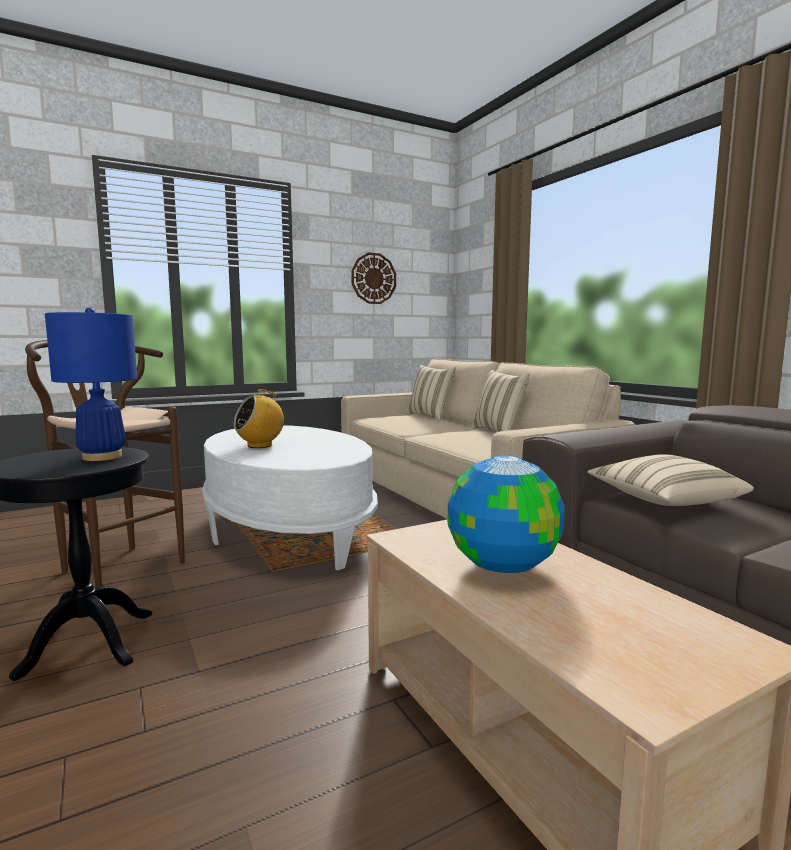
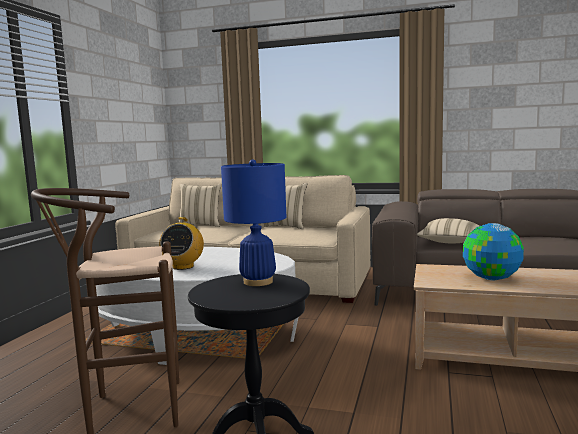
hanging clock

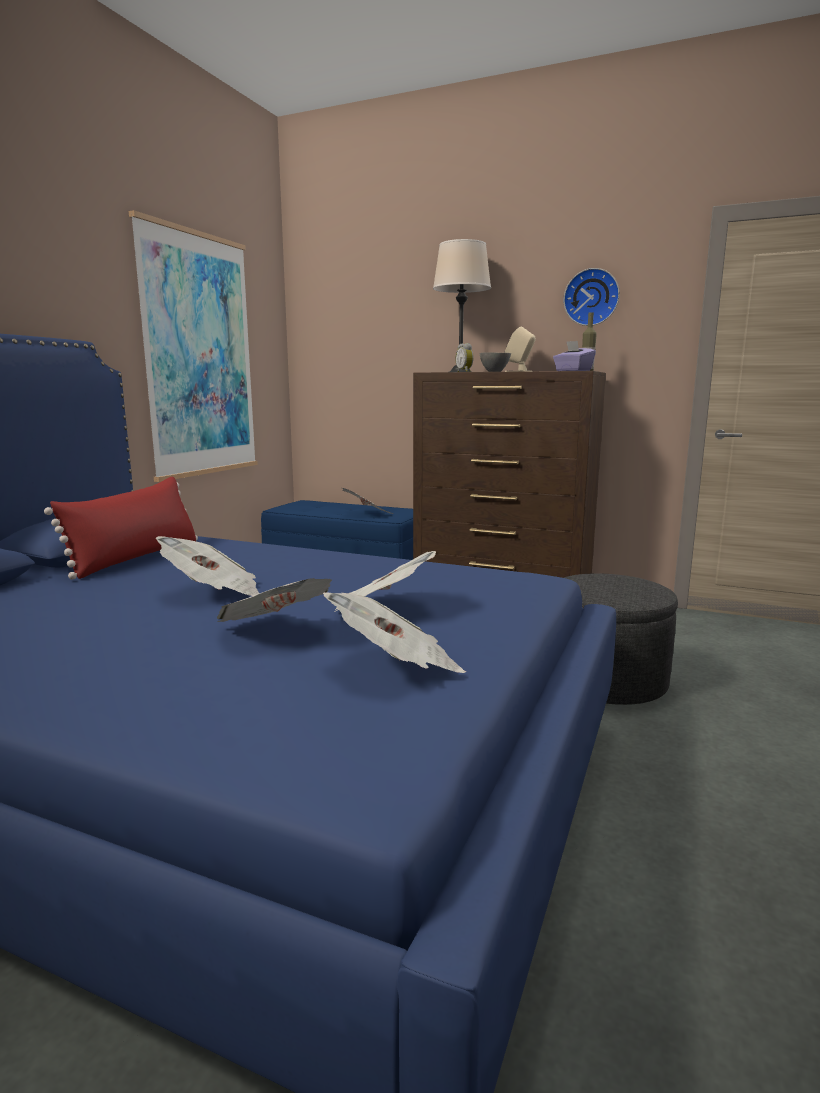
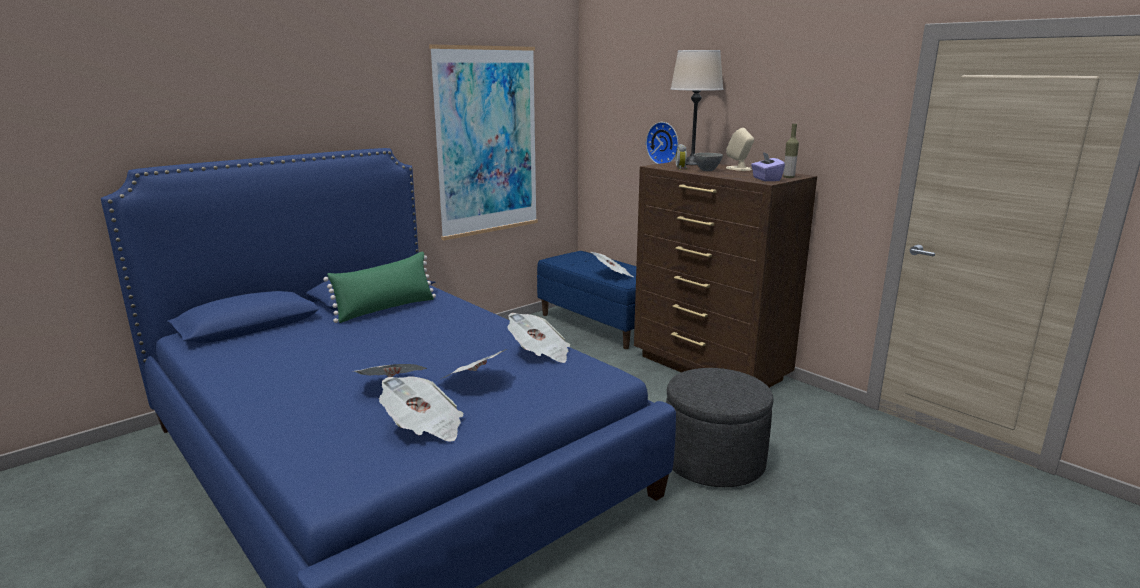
cushion in green
daily paper (4th from left)
hanging clock

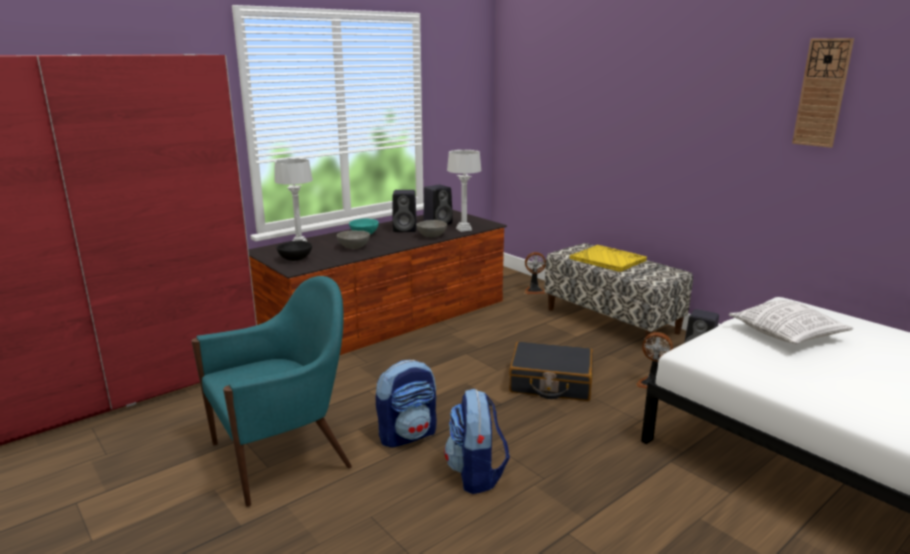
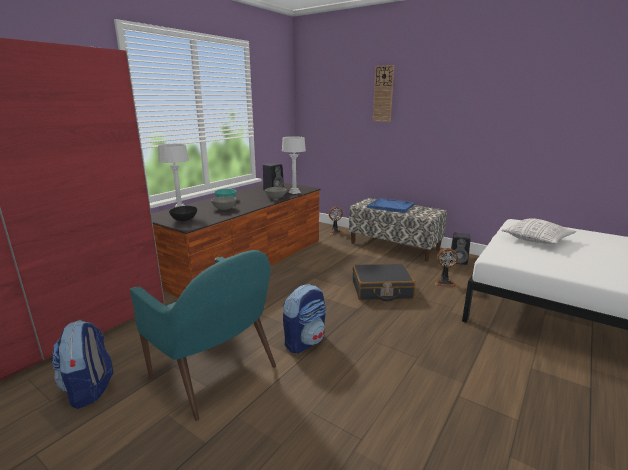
lounge chair in turquoise-coloured
loudspeaker in black-coloured (1st from left in the first image)
rucksack (1st from left)
serving tray in blue-coloured
hanging clock

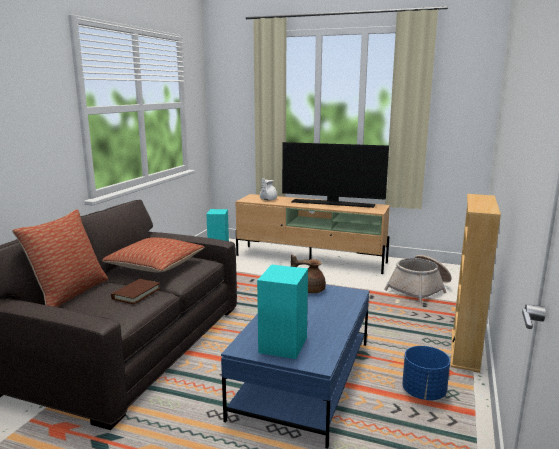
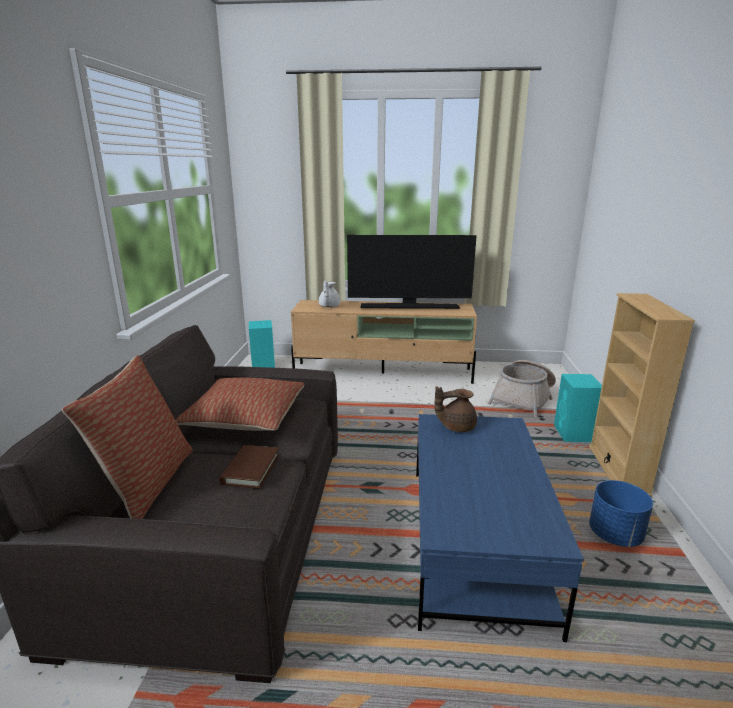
loudspeaker in turquoise-coloured (2nd from left)

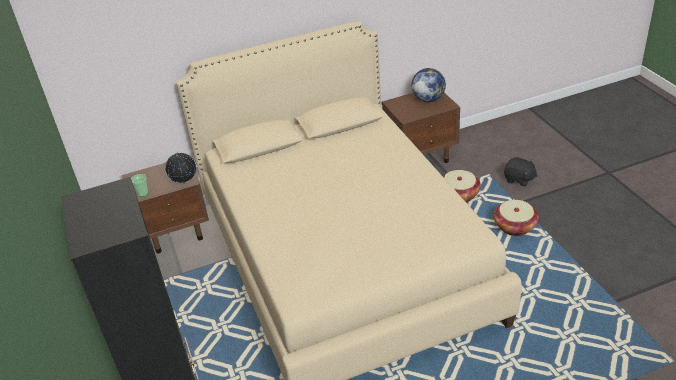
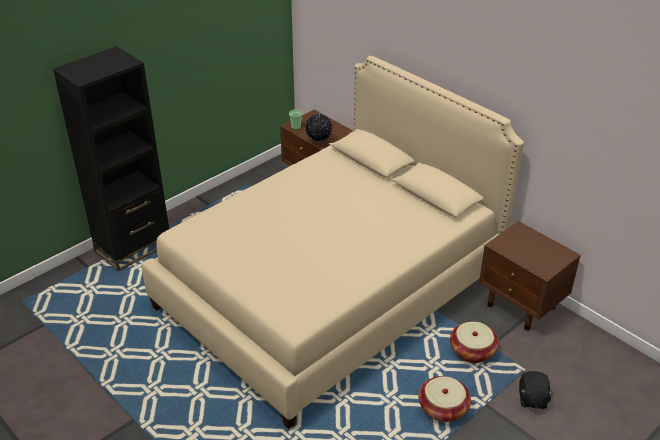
globe (2nd from left in the first image)

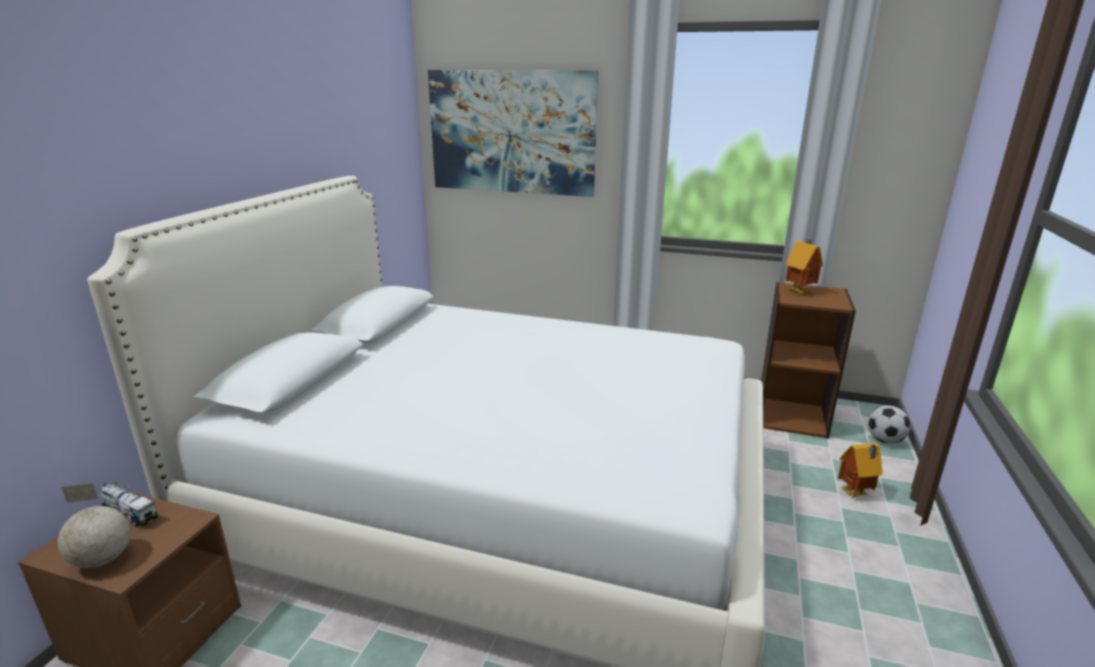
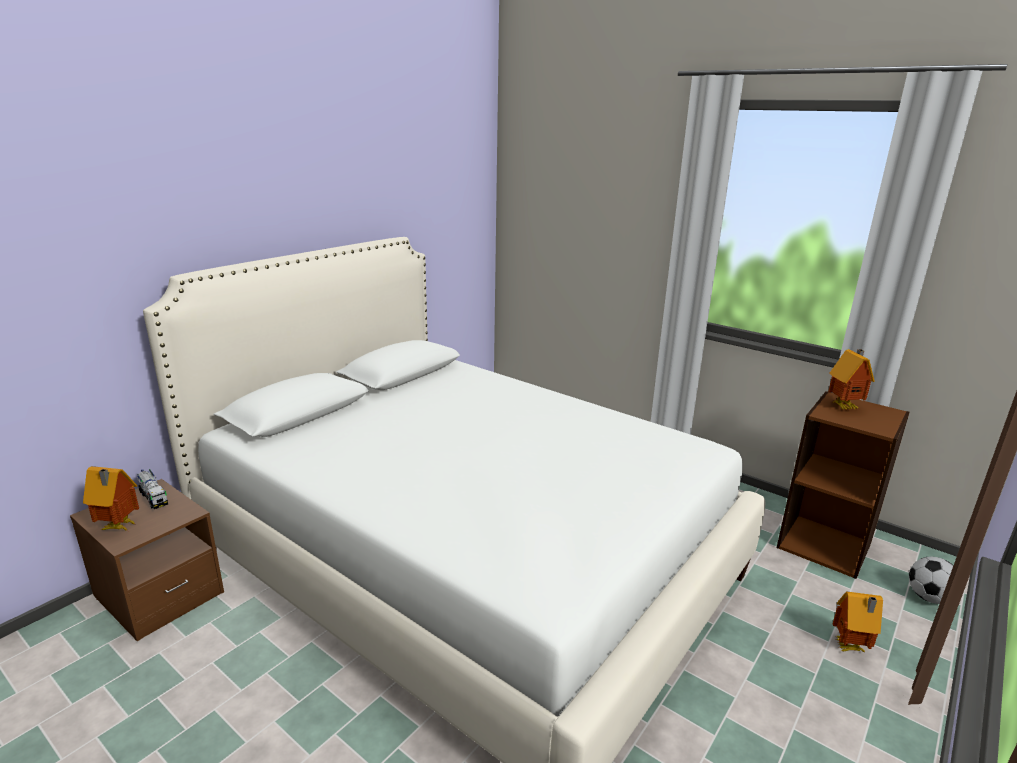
toy house (1st from left)
wall picture

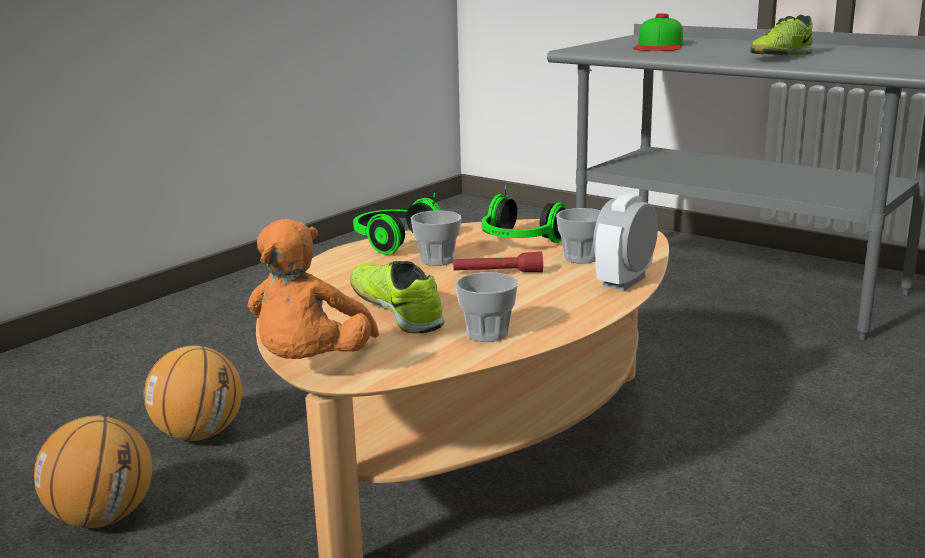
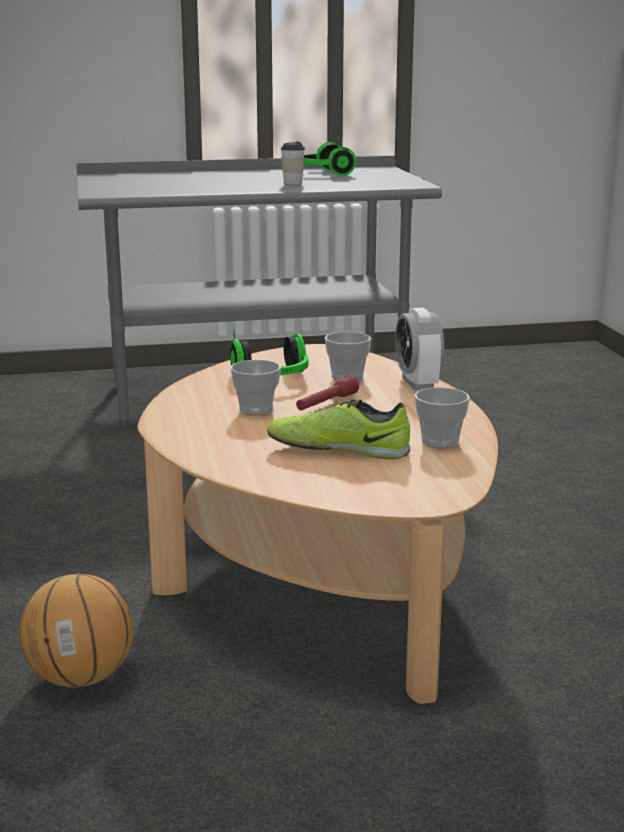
ball for basketball (1st from left in the first image)
cuddly toy in orange-coloured
headset (2nd from left)
cap
drinking cup (2nd from left)

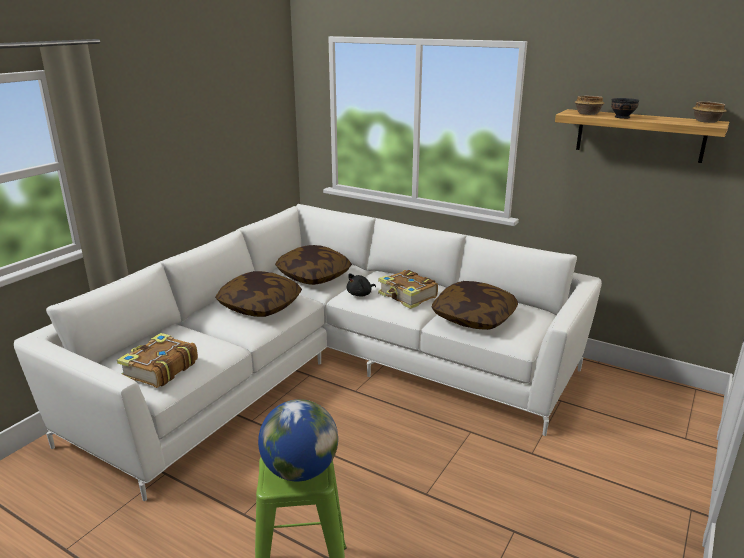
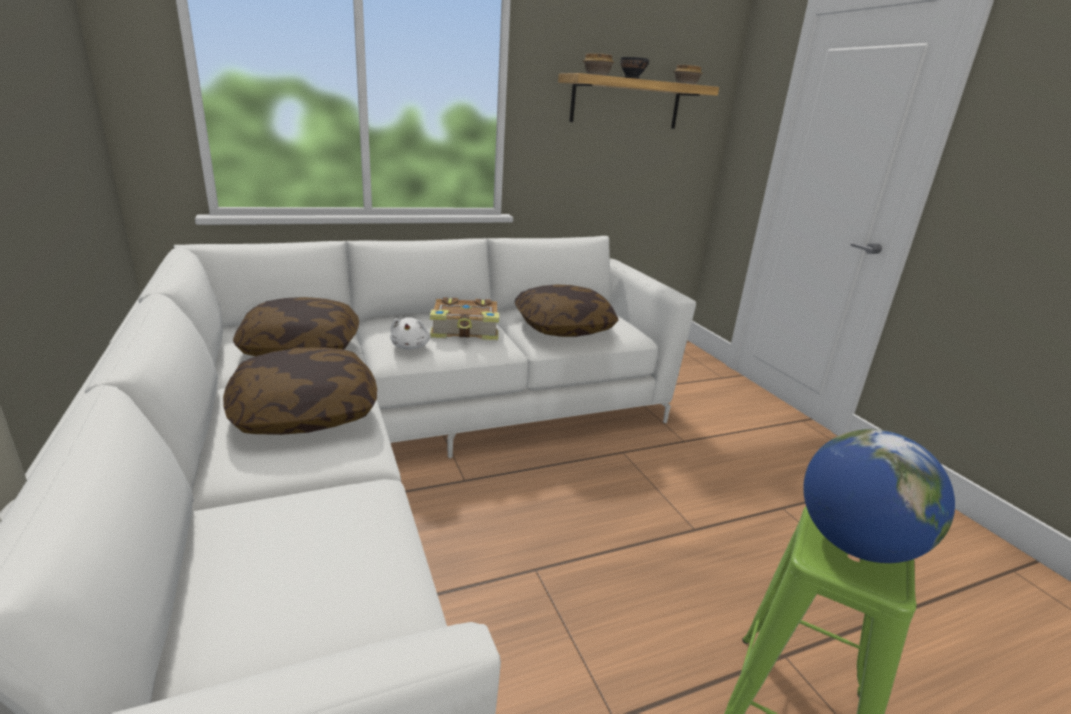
book (1st from left in the first image)
cuddly toy in white-coloured

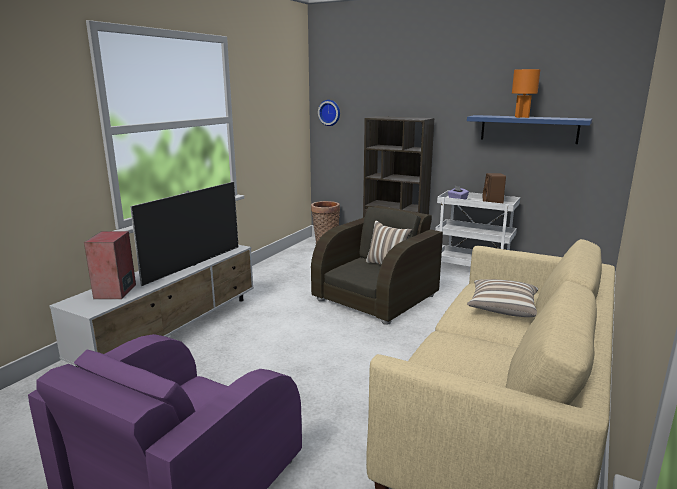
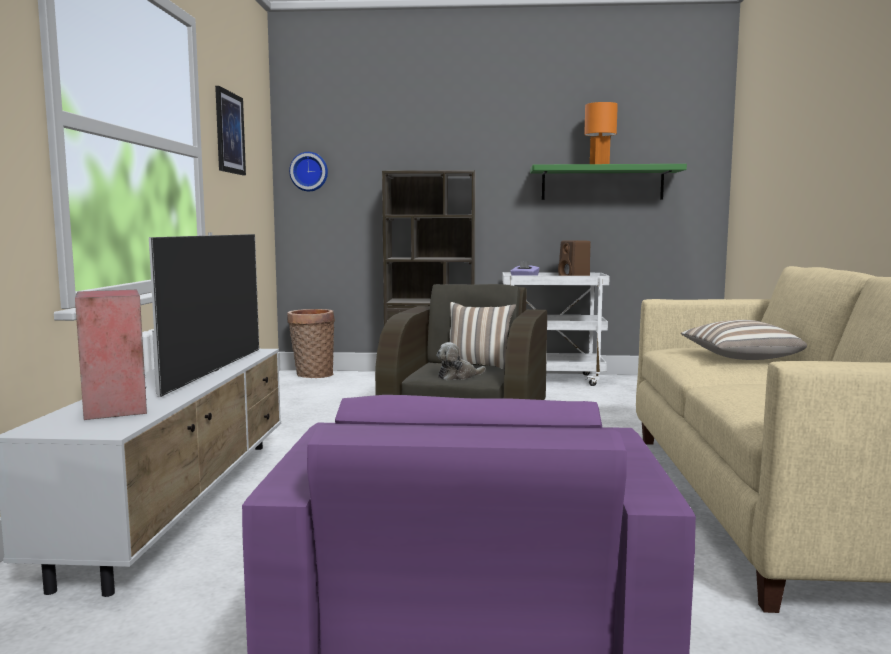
shelf in green
wall picture
cuddly toy

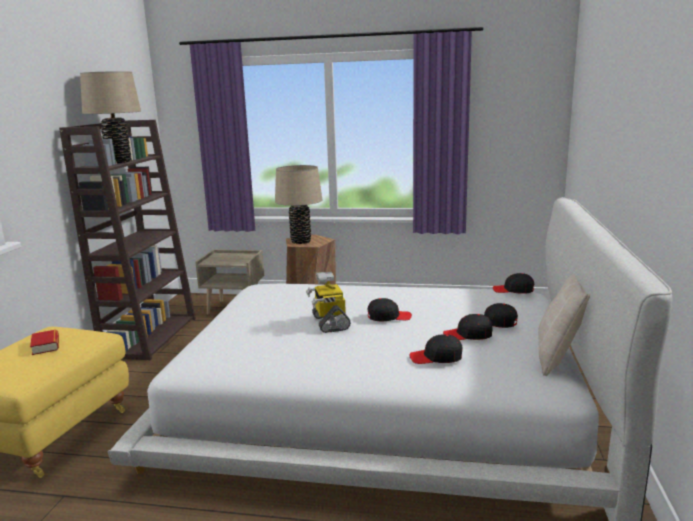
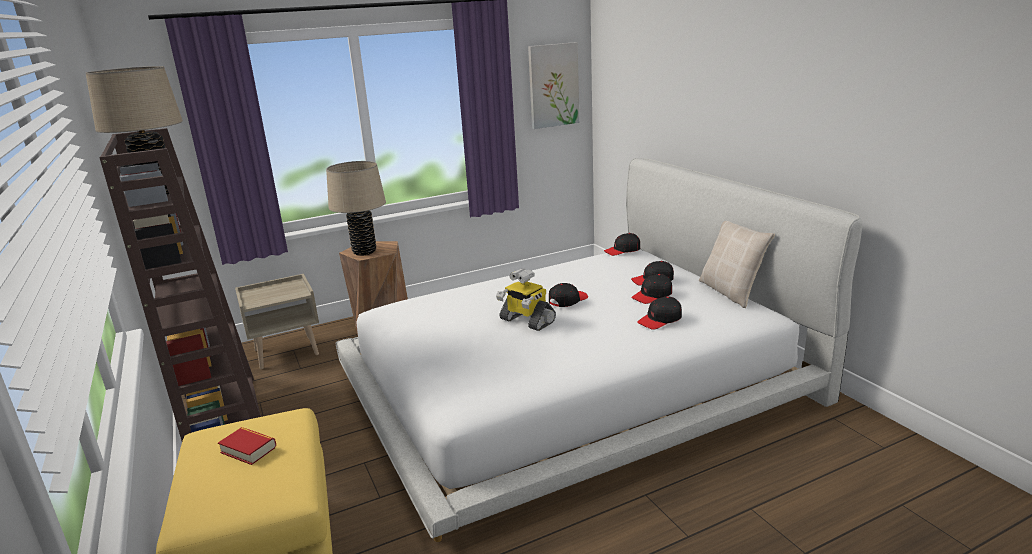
wall picture

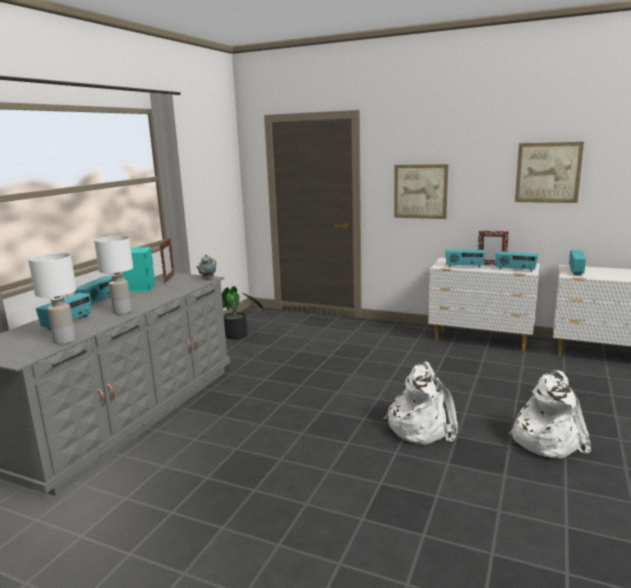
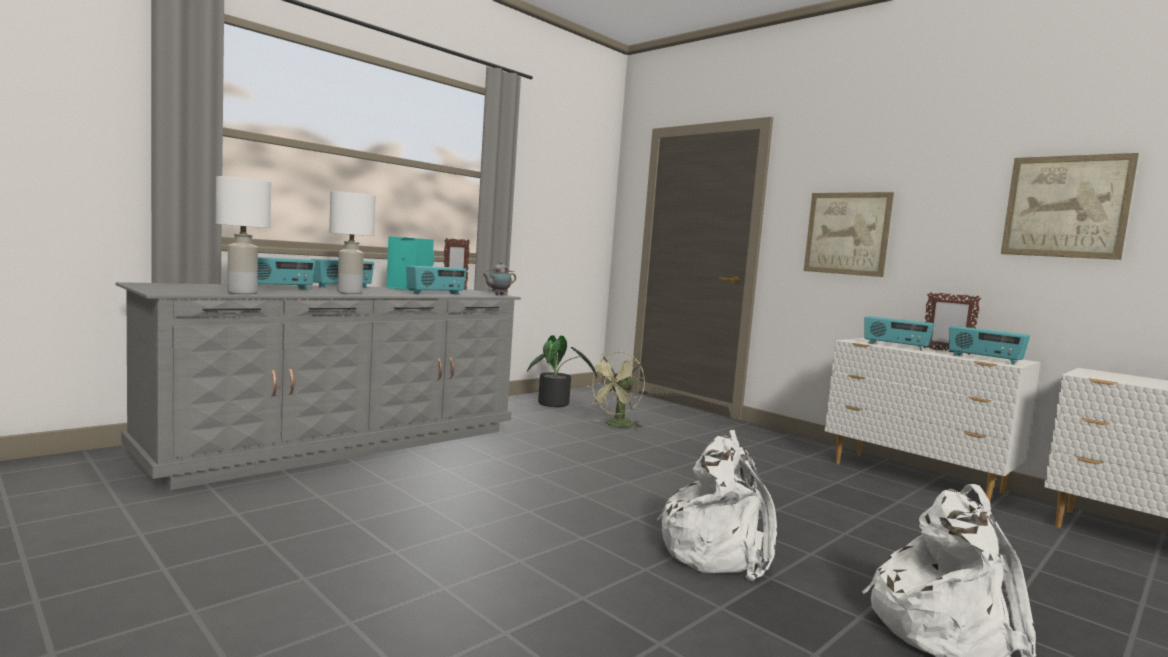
radio (3rd from left)
electric fan in green

